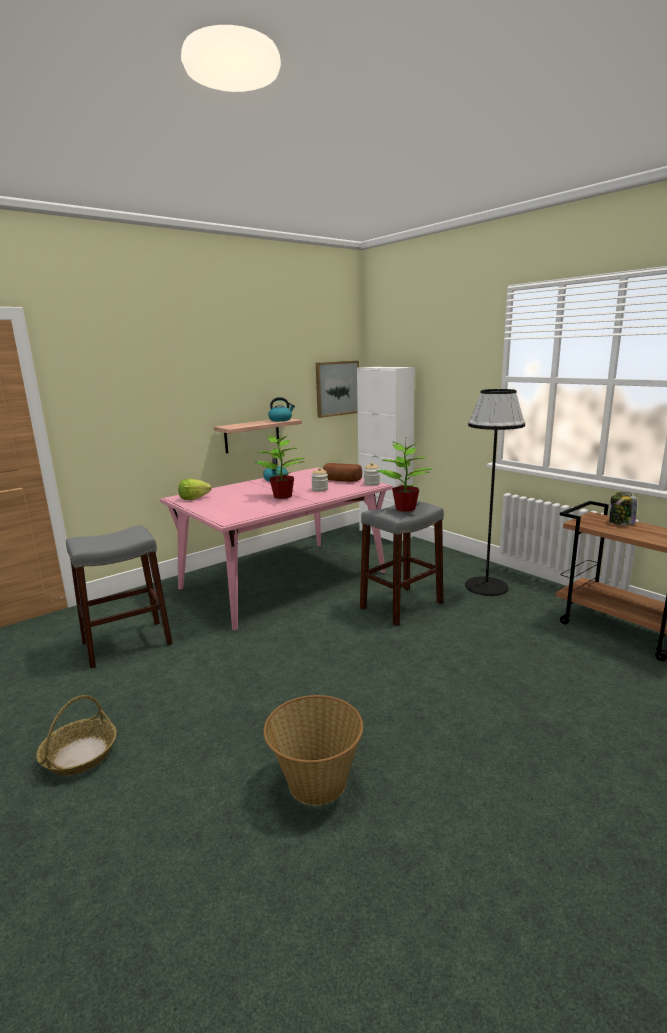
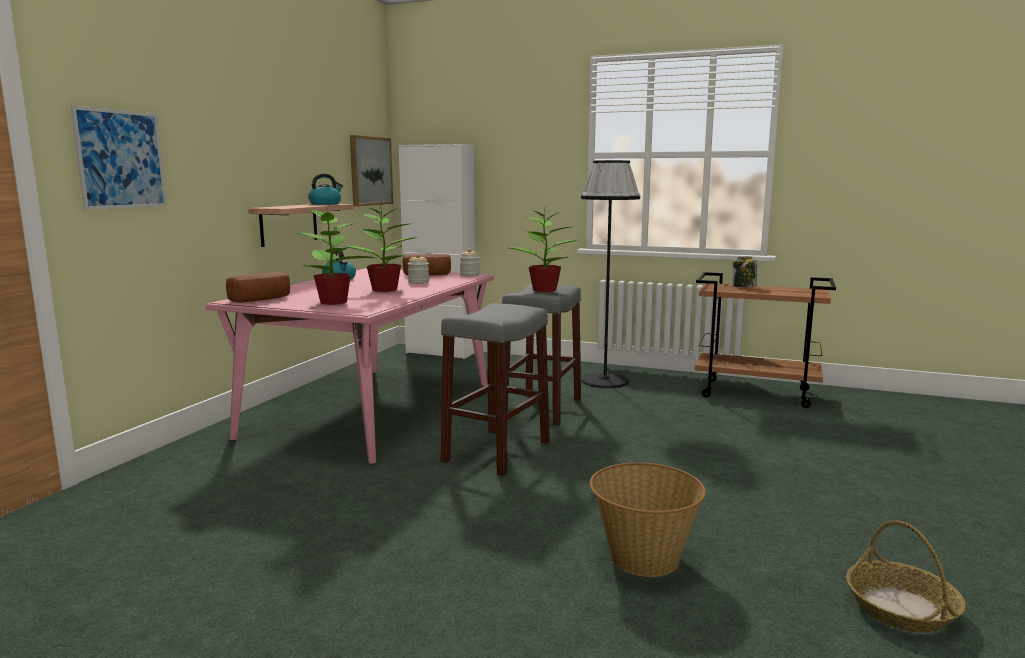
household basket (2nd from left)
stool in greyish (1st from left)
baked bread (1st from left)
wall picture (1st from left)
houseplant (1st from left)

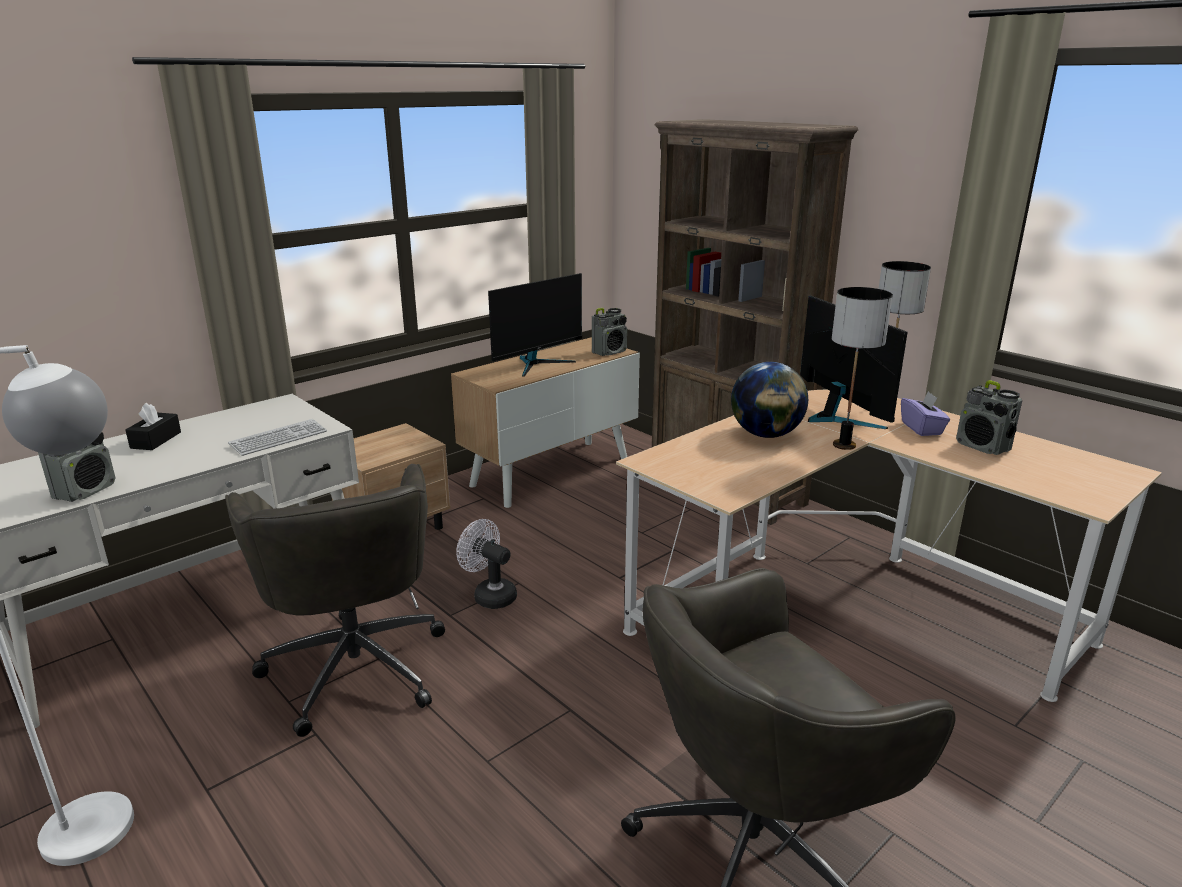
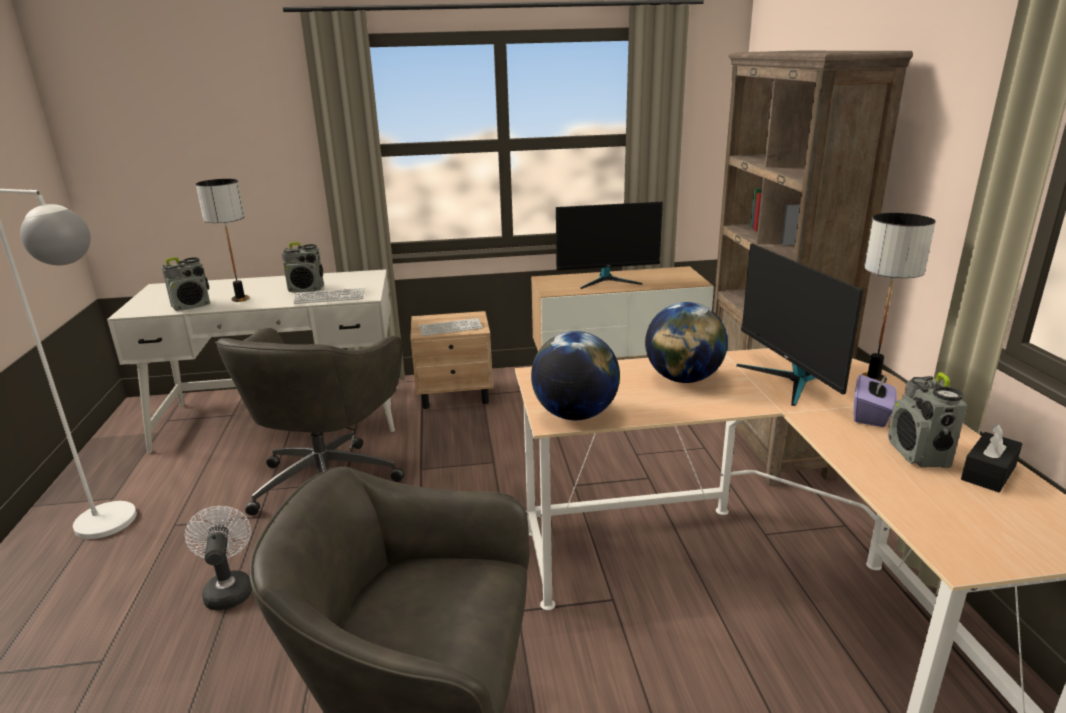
tissue holder in black-coloured
electric fan in white-coloured
radio (2nd from left)
computer display (2nd from left)
tabletop lamp (1st from left)
computer keyboard (2nd from left)
globe (1st from left)

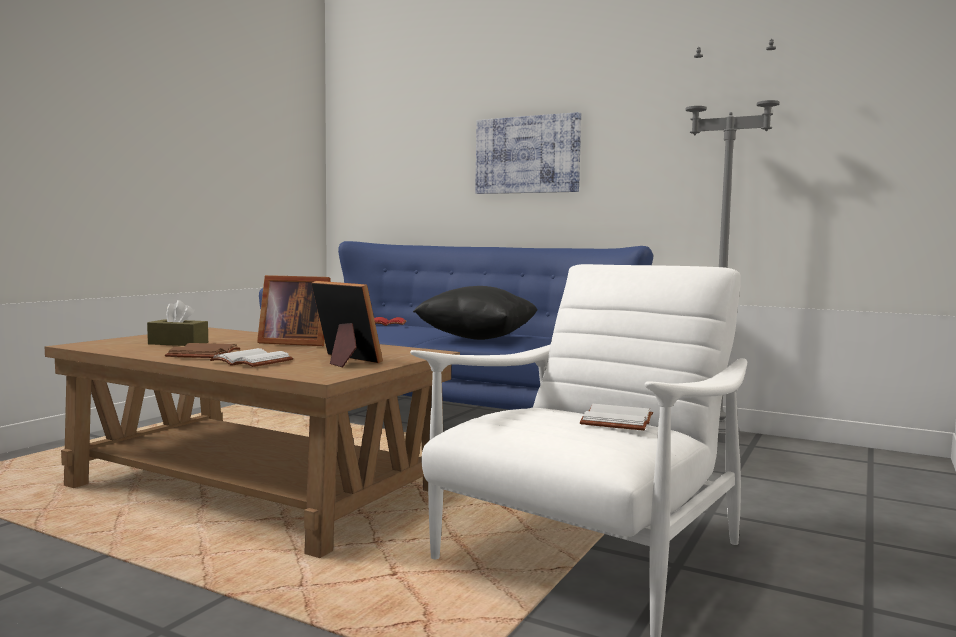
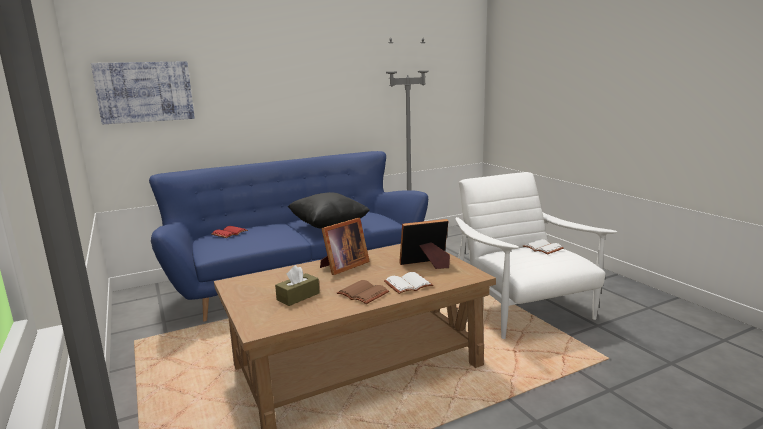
wall picture

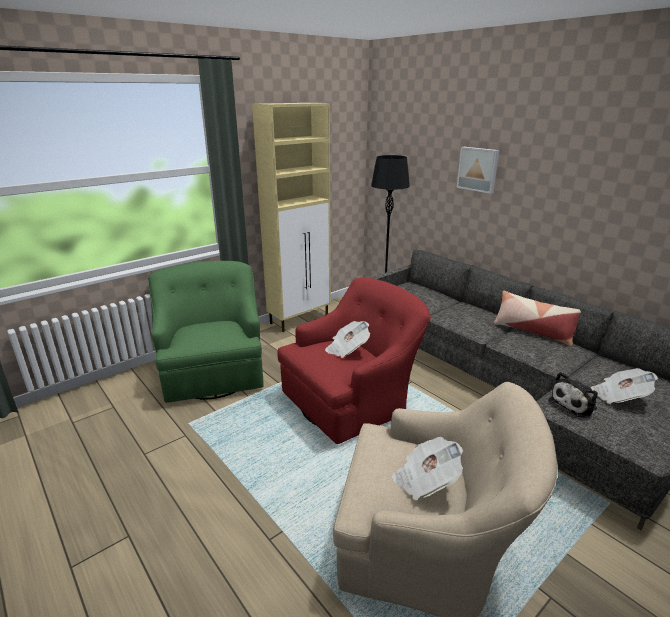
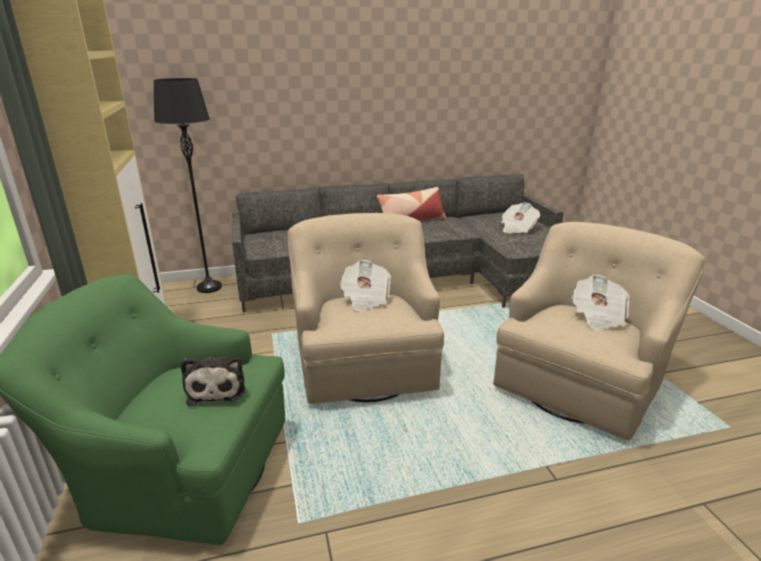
lounge chair in beige (1st from left)
wall picture
cuddly toy

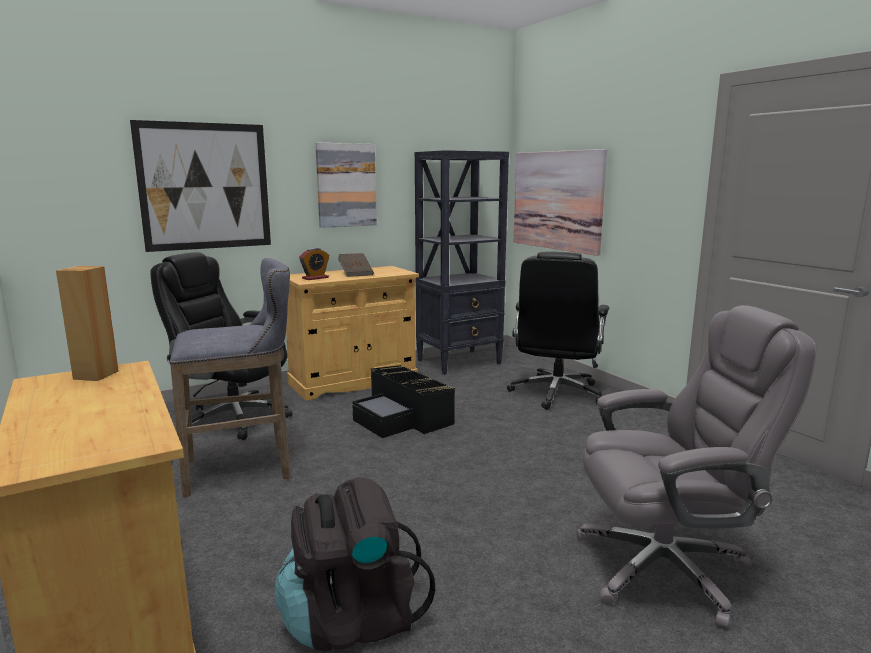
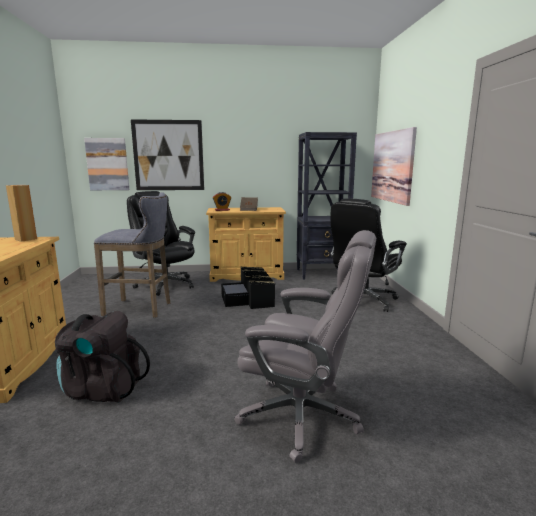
wall picture (1st from left)

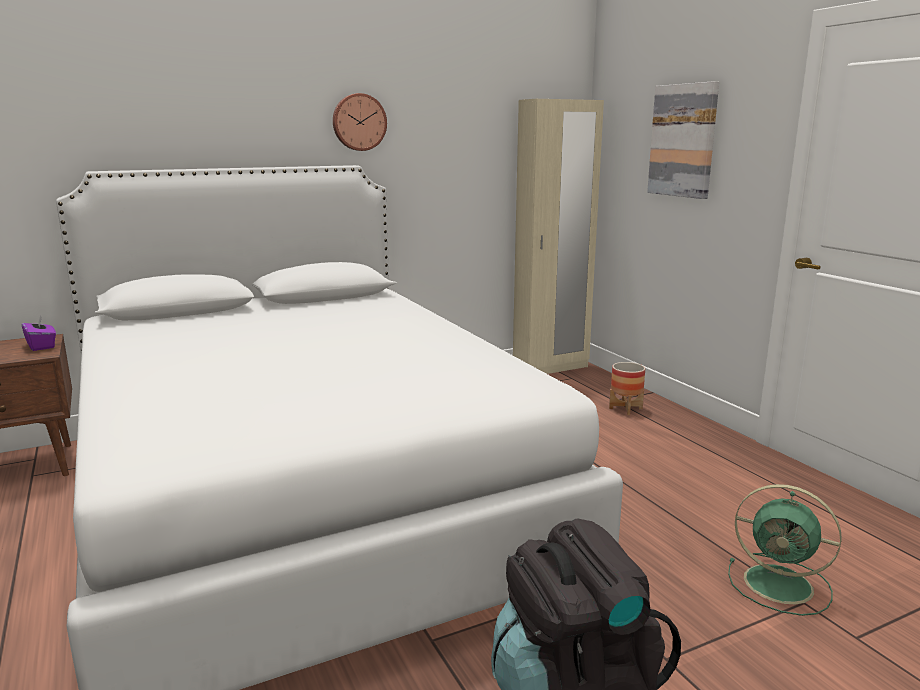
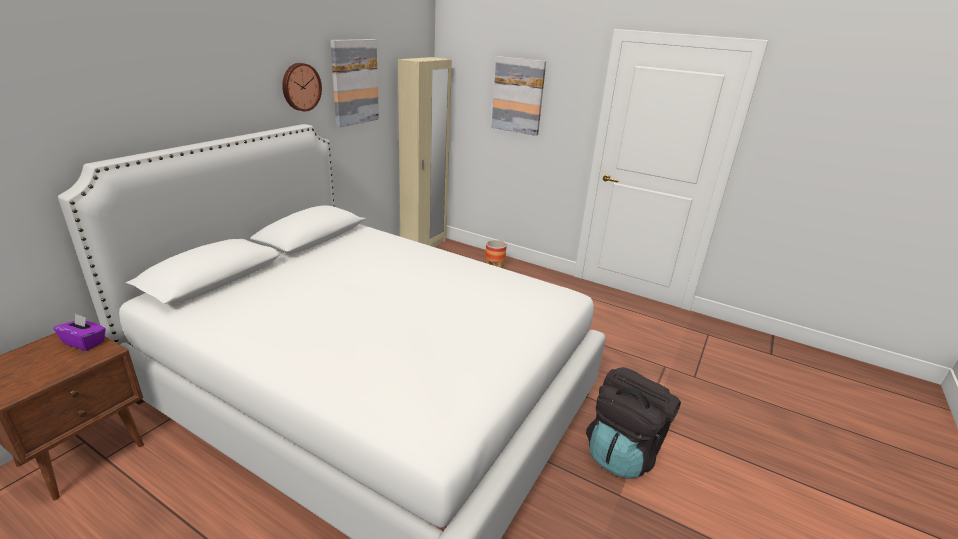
electric fan in green
wall picture (1st from left)

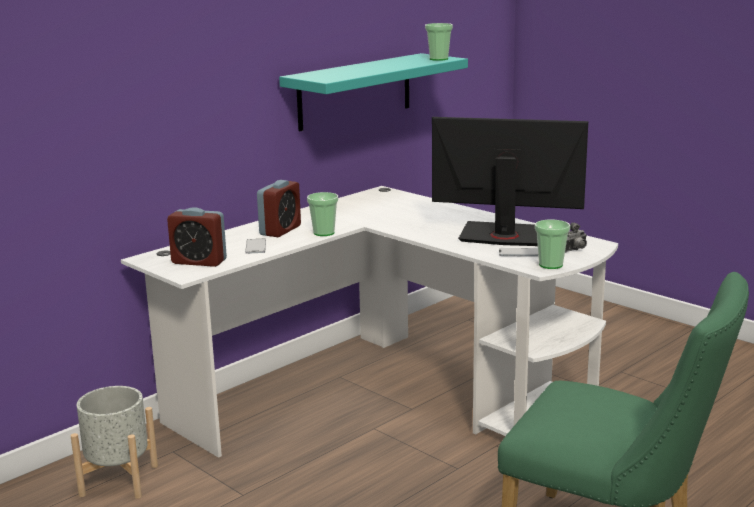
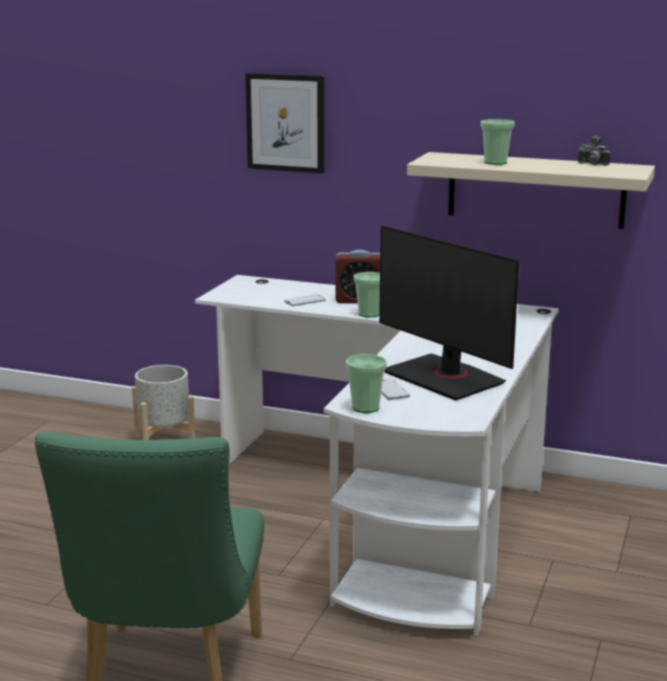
bedside clock (1st from left in the first image)
shelf in beige
drinking cup (3rd from left)
computer display
still camera
wall picture

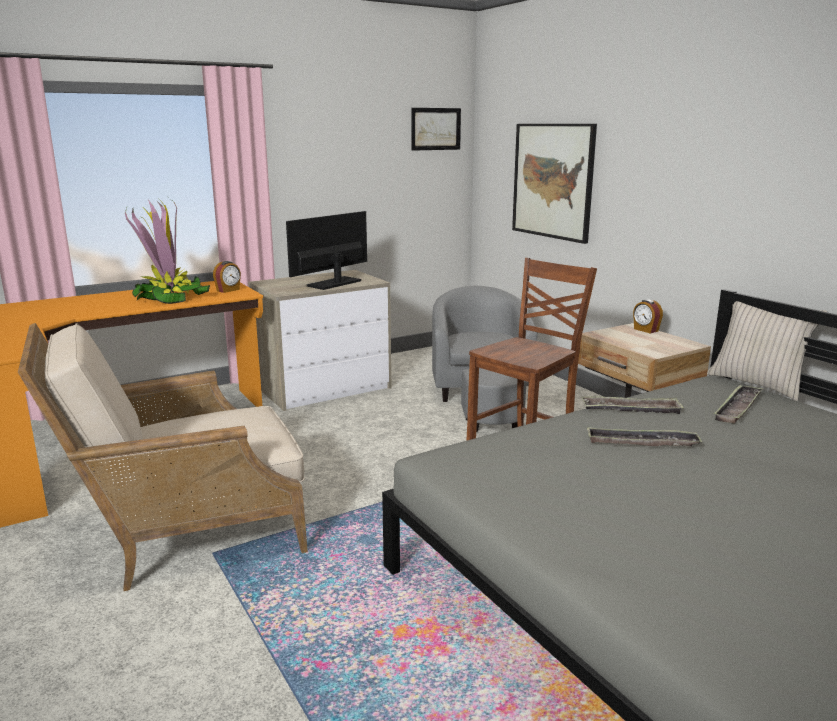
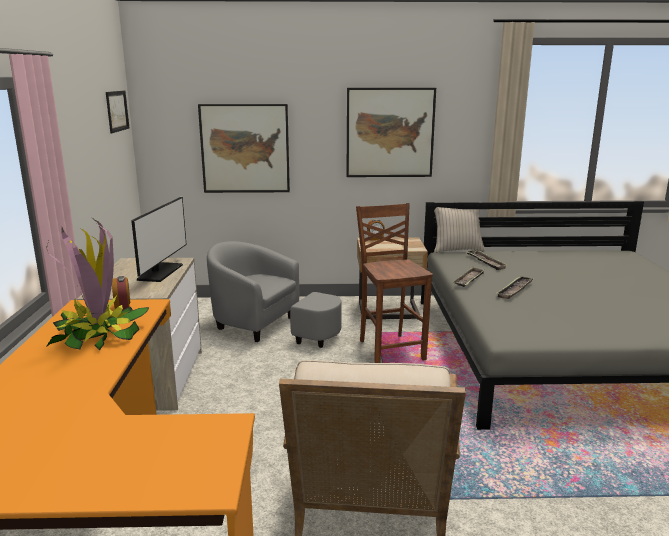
computer display
wall picture (3rd from left)

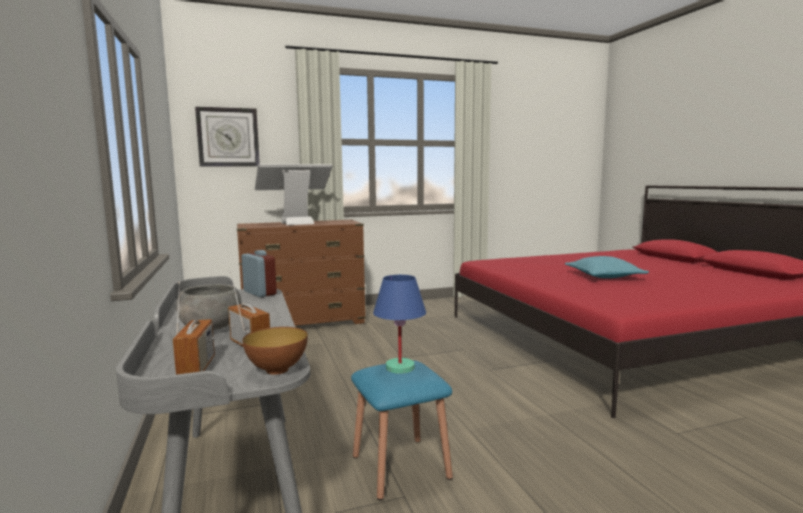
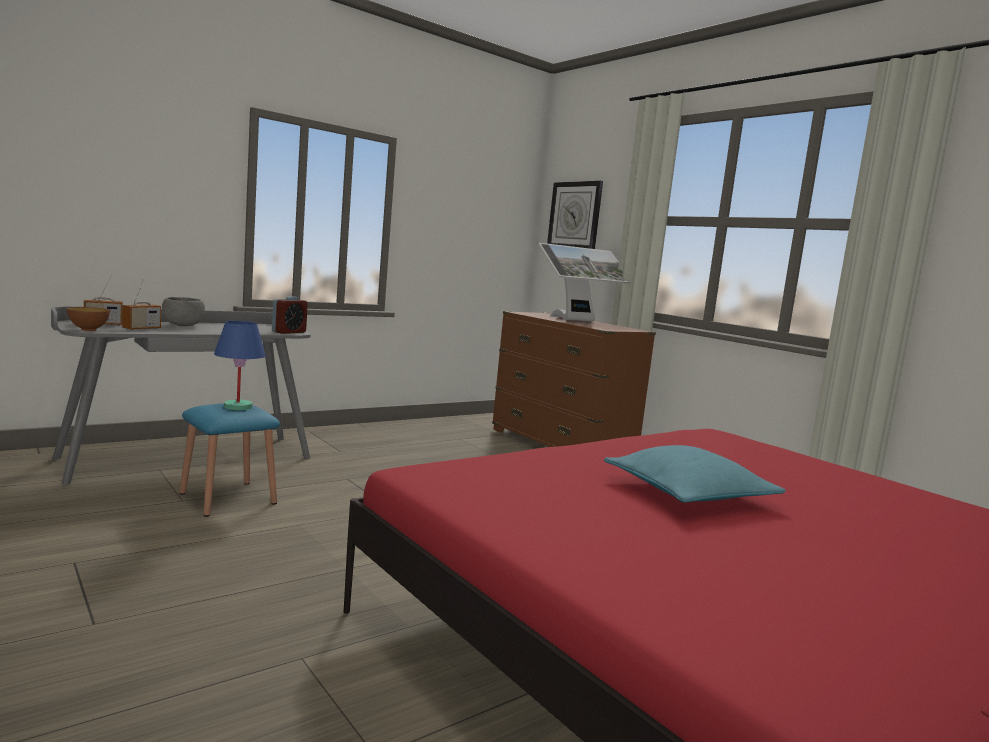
computer display

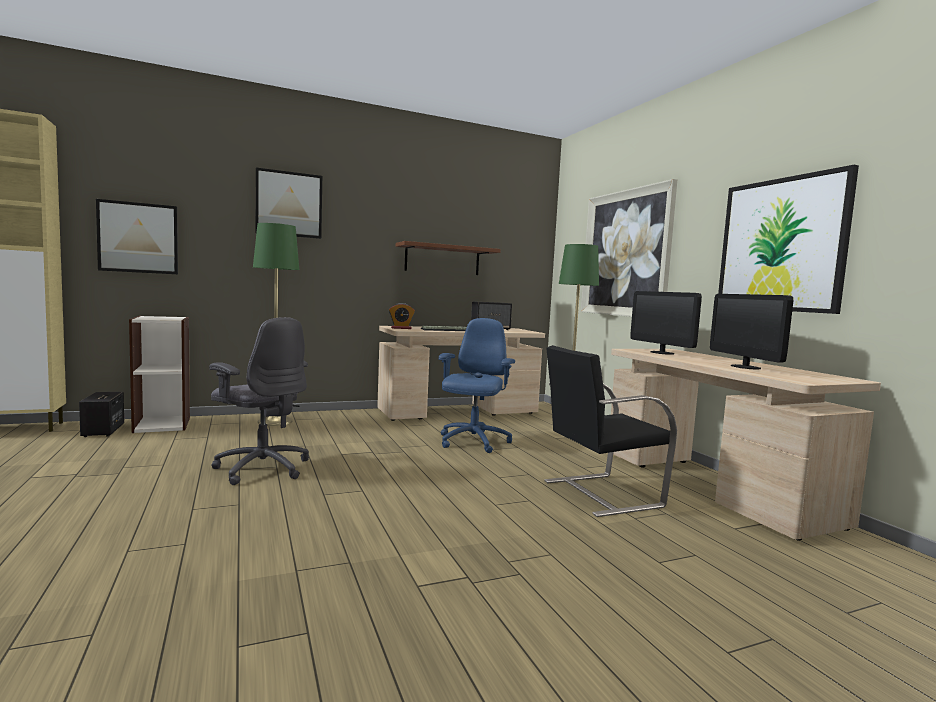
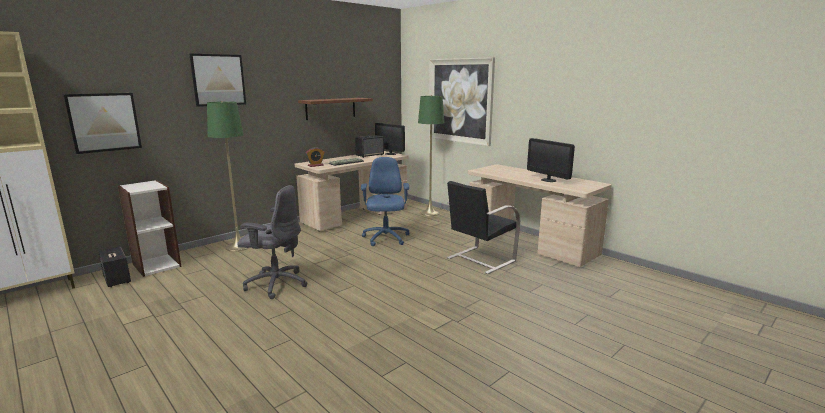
computer display (1st from left)
wall picture (4th from left in the first image)

